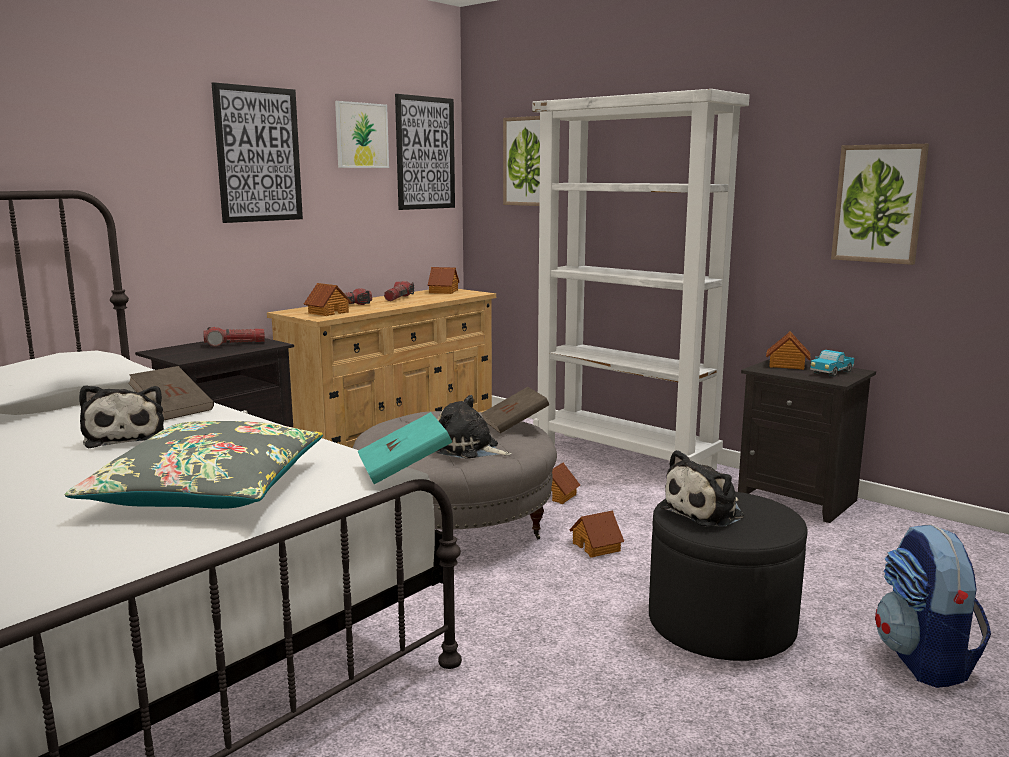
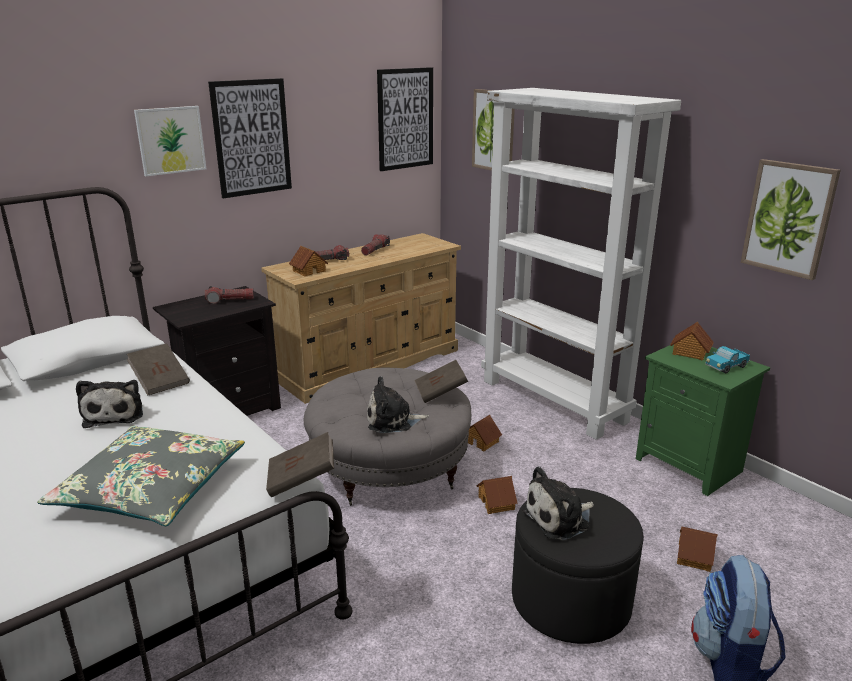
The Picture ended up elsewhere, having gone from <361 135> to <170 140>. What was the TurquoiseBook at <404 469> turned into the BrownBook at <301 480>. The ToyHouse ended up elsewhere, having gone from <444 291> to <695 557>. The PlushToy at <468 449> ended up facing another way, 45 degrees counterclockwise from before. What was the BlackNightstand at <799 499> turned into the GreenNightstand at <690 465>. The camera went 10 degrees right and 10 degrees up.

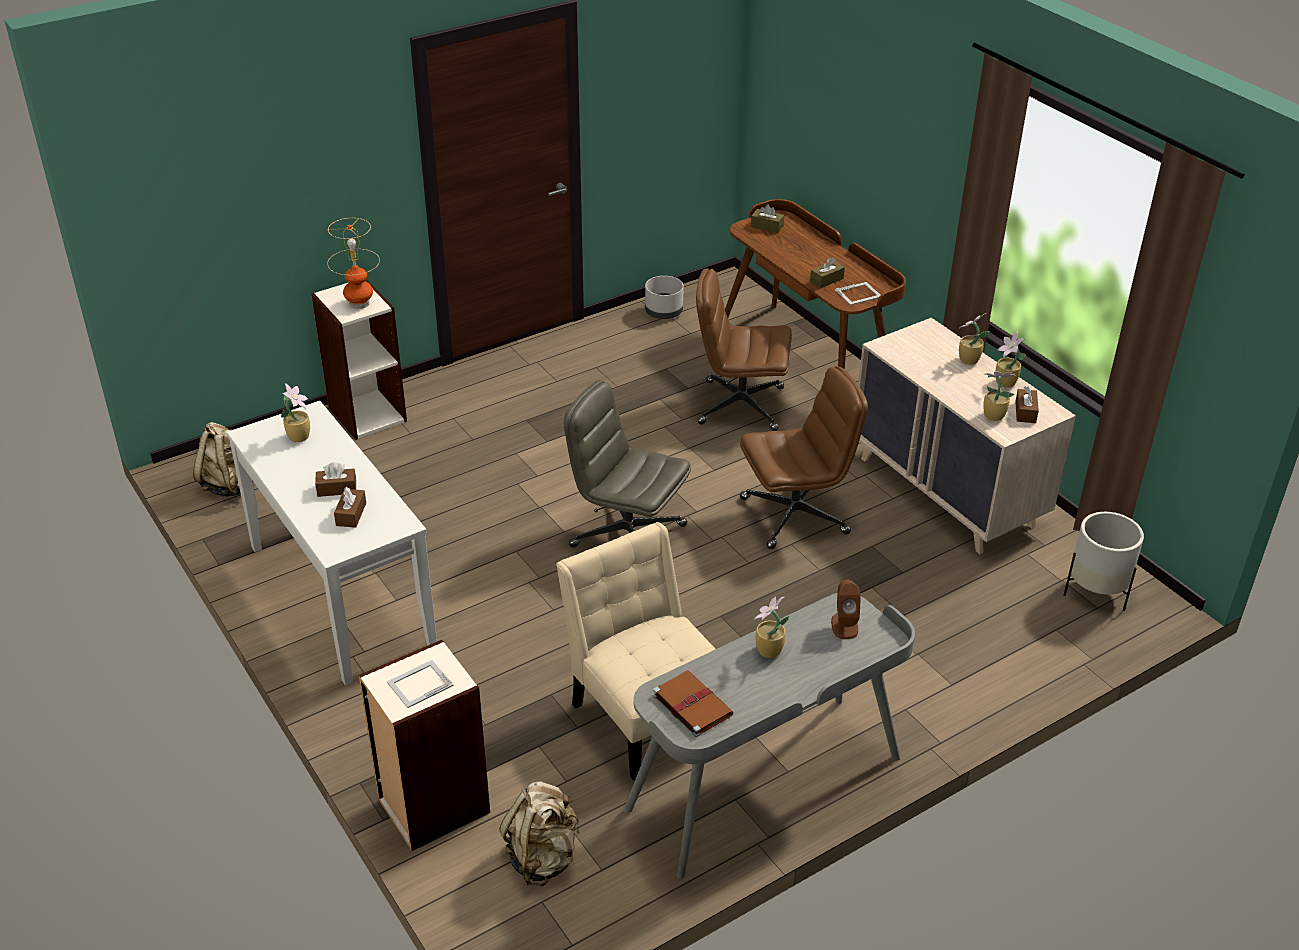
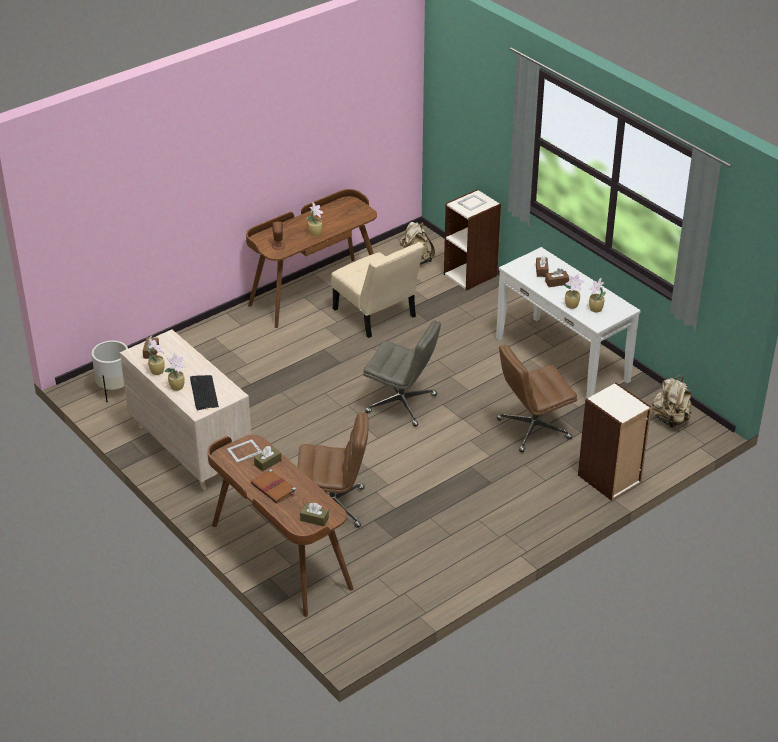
The second view lost the TableLamp at <359 303>. What was the GreyDesk at <766 785> turned into the BrownDesk at <314 291>. The second view lost the GreyPlanter at <664 312>. The BrownBook ended up elsewhere, having gone from <691 704> to <274 488>. The BrownOfficeChair ended up elsewhere, having gone from <795 515> to <533 429>. The PottedPlant ended up elsewhere, having gone from <992 415> to <572 305>. The second view gained the Keyboard at <203 393>. The camera went 175 degrees right and 0 degrees up.

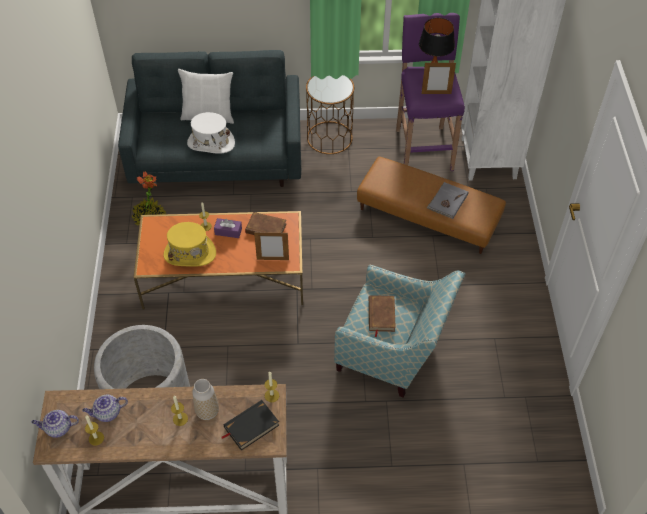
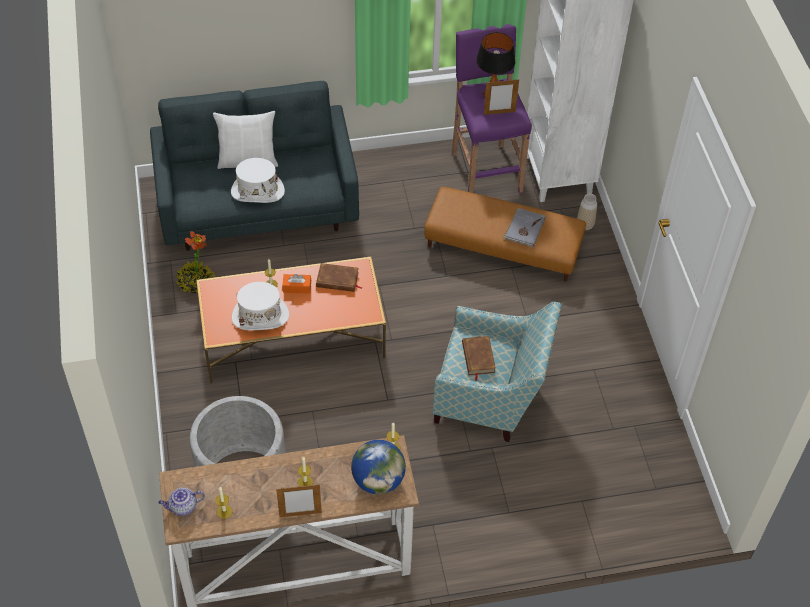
The second view lost the Teapot at <107 413>. What was the YellowHat at <190 253> turned into the WhiteHat at <260 316>. The Vase ended up elsewhere, having gone from <207 412> to <585 225>. What was the PurpleTissueBox at <228 231> turned into the OrangeTissueBox at <297 287>. Where the BlackBook stood at <251 426>, the Globe came to stand at <378 480>. The PictureFrame ended up elsewhere, having gone from <272 259> to <300 514>. The second view lost the BrownSideTable at <329 137>. The camera went 10 degrees left and 0 degrees up.

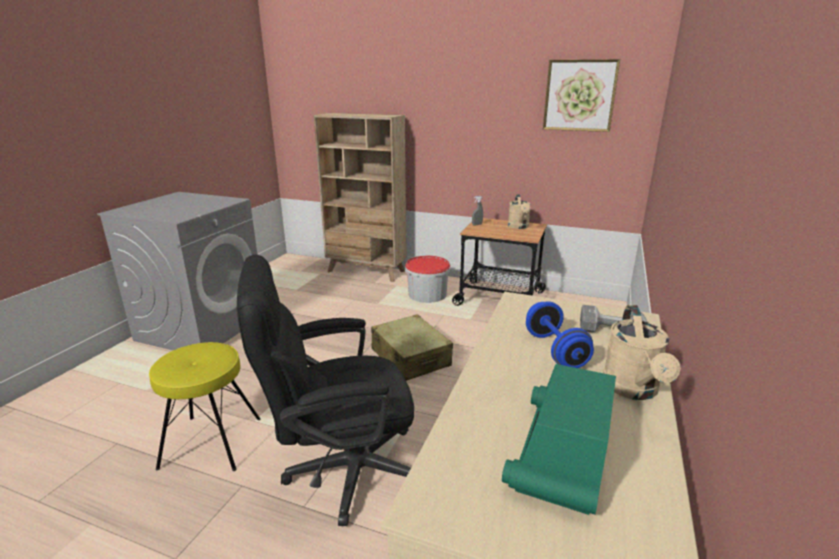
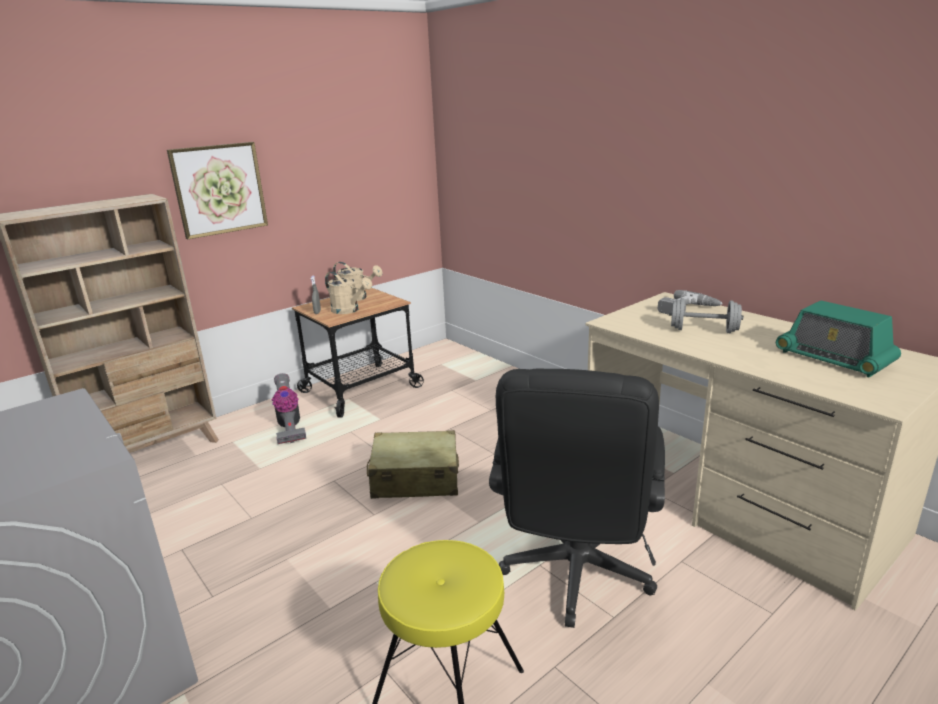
Where the Bucket stood at <427 294>, the VacuumCleaner came to stand at <289 427>. What was the BlueDumbbell at <555 350> turned into the GreyDumbbell at <703 330>. The Picture ended up elsewhere, having gone from <579 95> to <219 189>. The BeigeWateringCan ended up elsewhere, having gone from <633 390> to <349 310>. The camera went 60 degrees left and 0 degrees up.

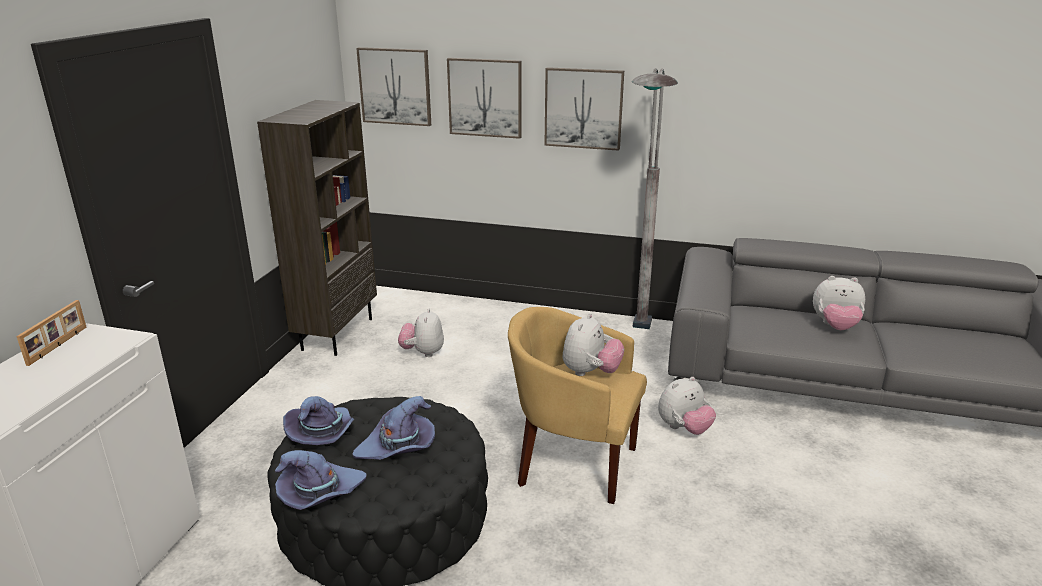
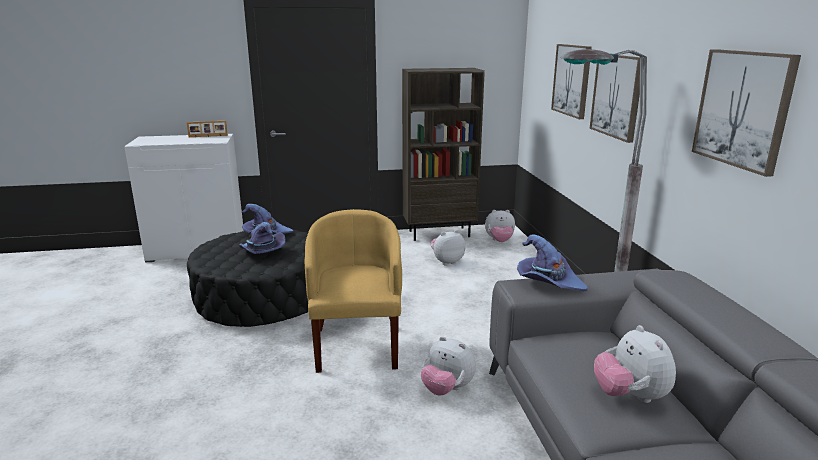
The PurpleHat ended up elsewhere, having gone from <319 493> to <548 281>. The Picture ended up elsewhere, having gone from <395 86> to <743 109>. The PlushToy ended up elsewhere, having gone from <590 372> to <499 241>. The camera went 65 degrees right and 5 degrees down.

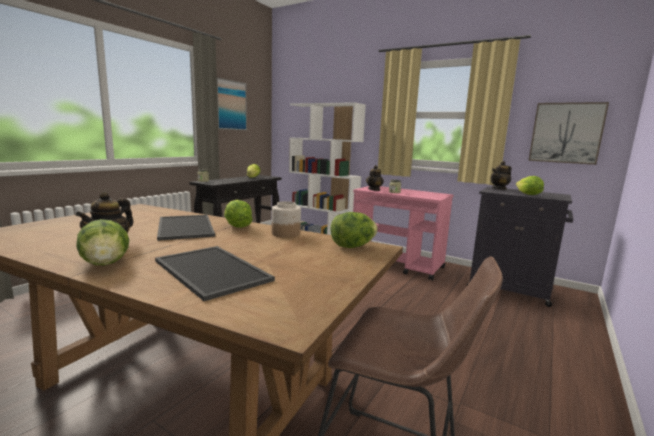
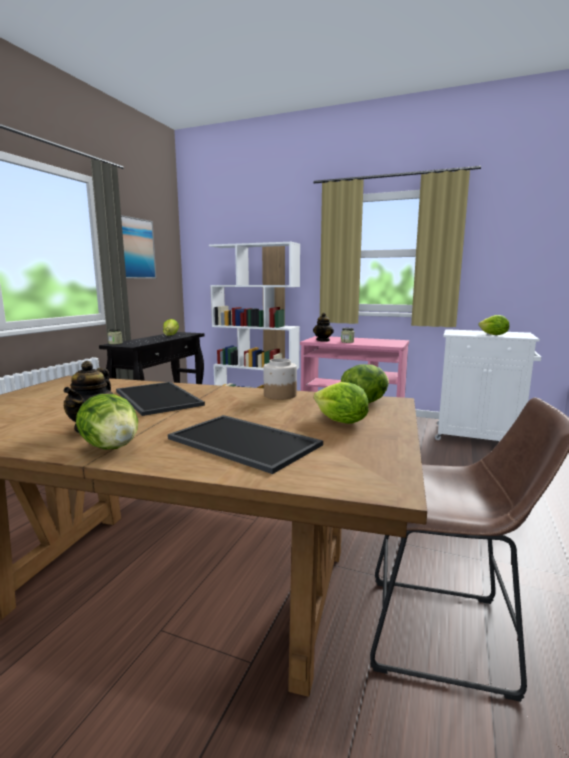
The Lettuce ended up elsewhere, having gone from <237 227> to <340 422>. What was the BlackCabinet at <511 289> turned into the WhiteCabinet at <479 437>. The second view lost the Teapot at <499 188>. The second view lost the Picture at <566 133>. The camera went 10 degrees left and 0 degrees up.

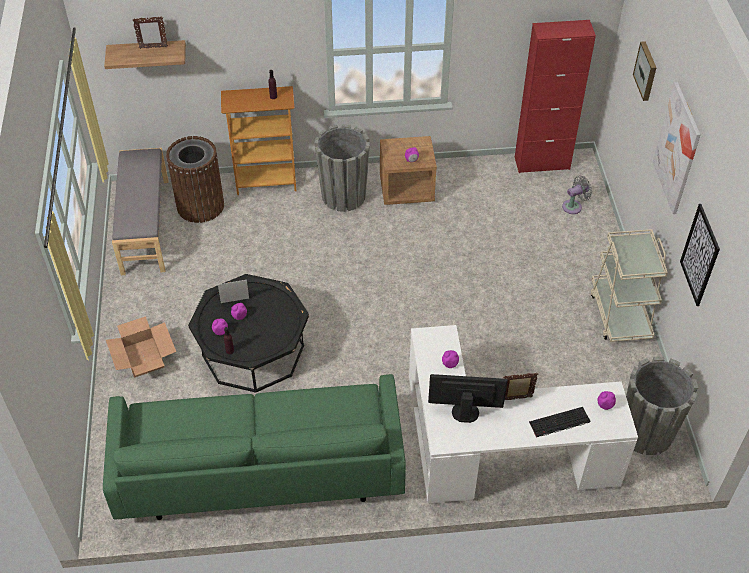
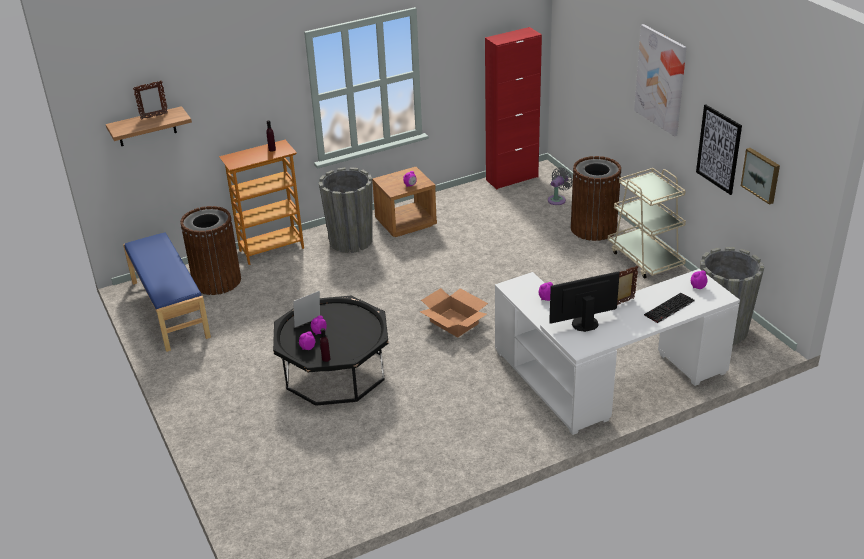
The second view lost the GreenSofa at <260 469>. The CardboardBox ended up elsewhere, having gone from <143 357> to <454 322>. What was the GreyBench at <144 226> turned into the BlueBench at <169 309>. The Picture ended up elsewhere, having gone from <646 71> to <761 175>. The second view gained the BrownTrashCan at <593 228>. The camera went 20 degrees left and 15 degrees down.

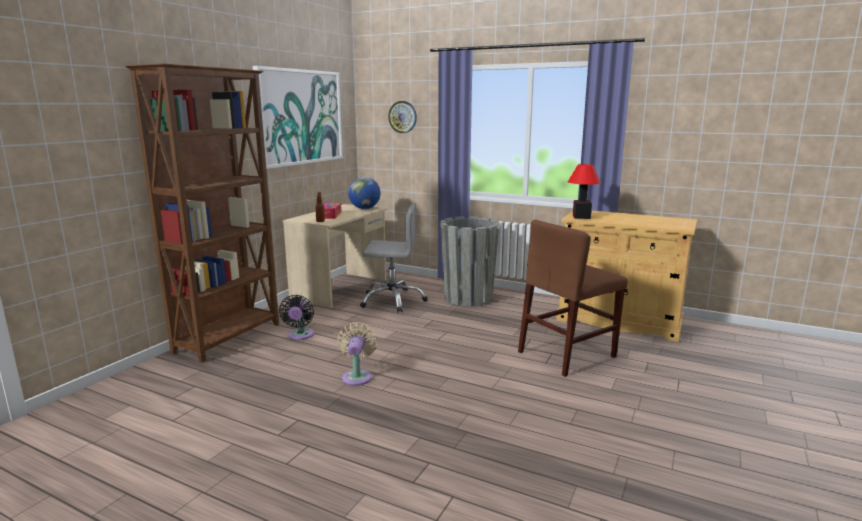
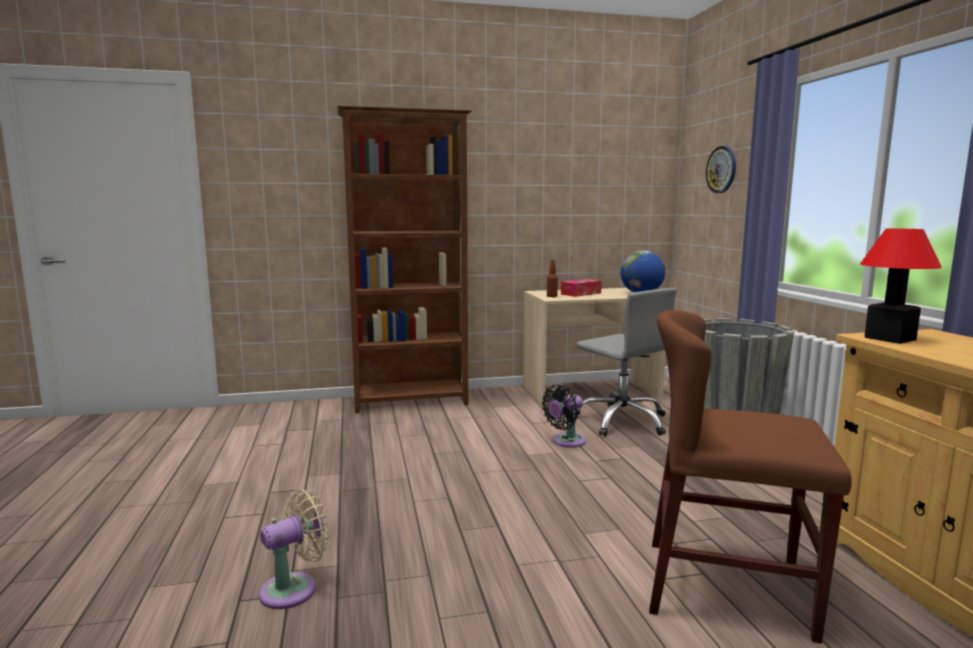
The second view lost the Picture at <300 117>. The BlackFan ended up elsewhere, having gone from <300 336> to <566 442>. The BeigeFan ended up elsewhere, having gone from <357 376> to <294 589>. The camera went 50 degrees right and 5 degrees down.

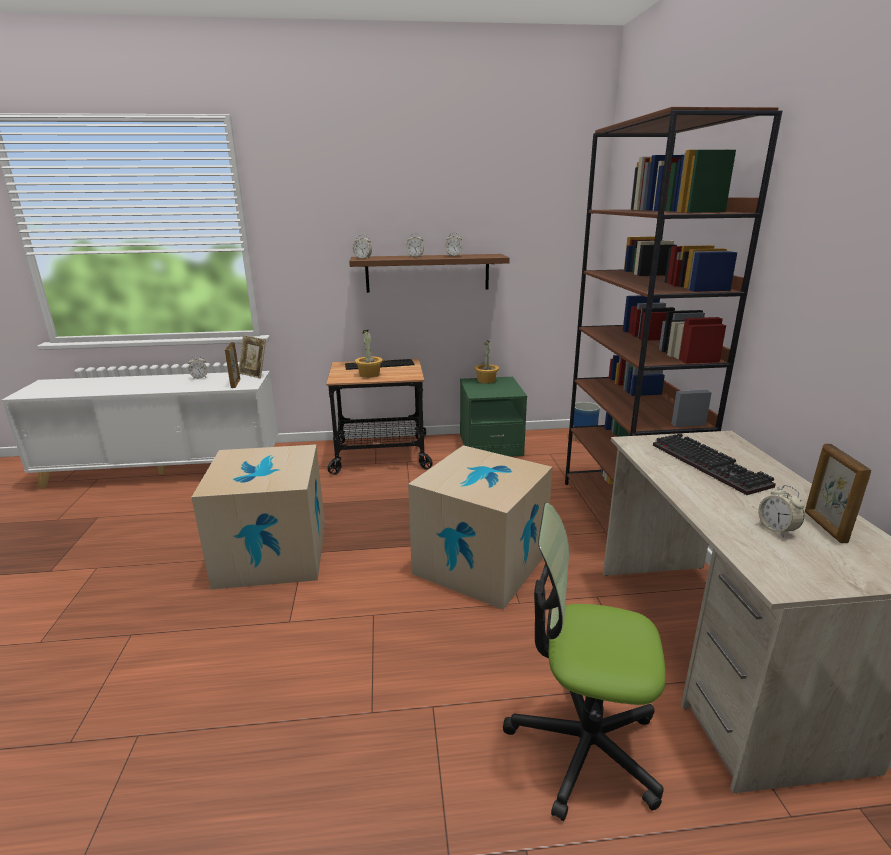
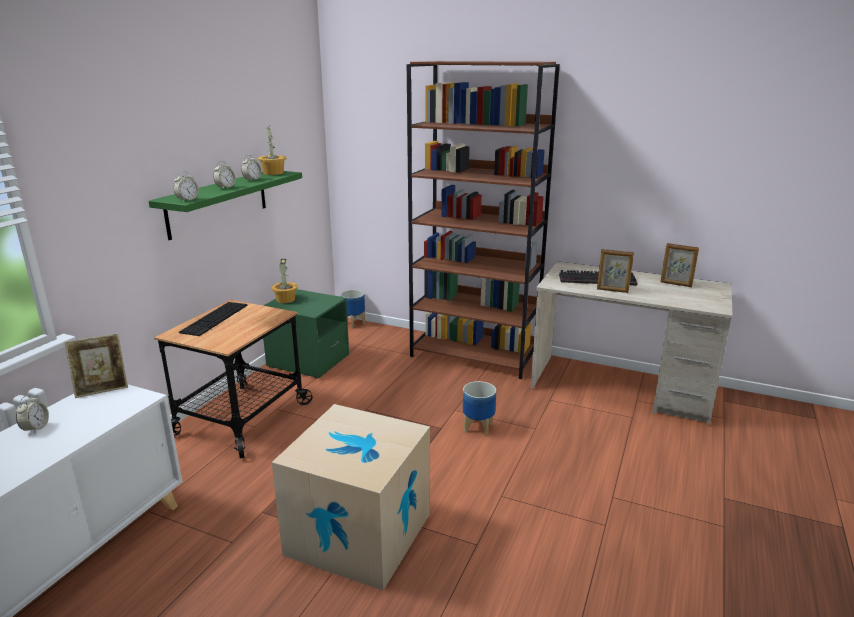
The PictureFrame ended up elsewhere, having gone from <235 383> to <612 290>. What was the BrownShelf at <427 273> turned into the GreenShelf at <218 203>. The PottedPlant ended up elsewhere, having gone from <369 374> to <274 173>. Where the CardboardBox stood at <480 563>, the Planter came to stand at <478 427>. The second view lost the OfficeChair at <583 745>. The second view lost the AlarmClock at <776 529>. The camera went 60 degrees left and 0 degrees up.

